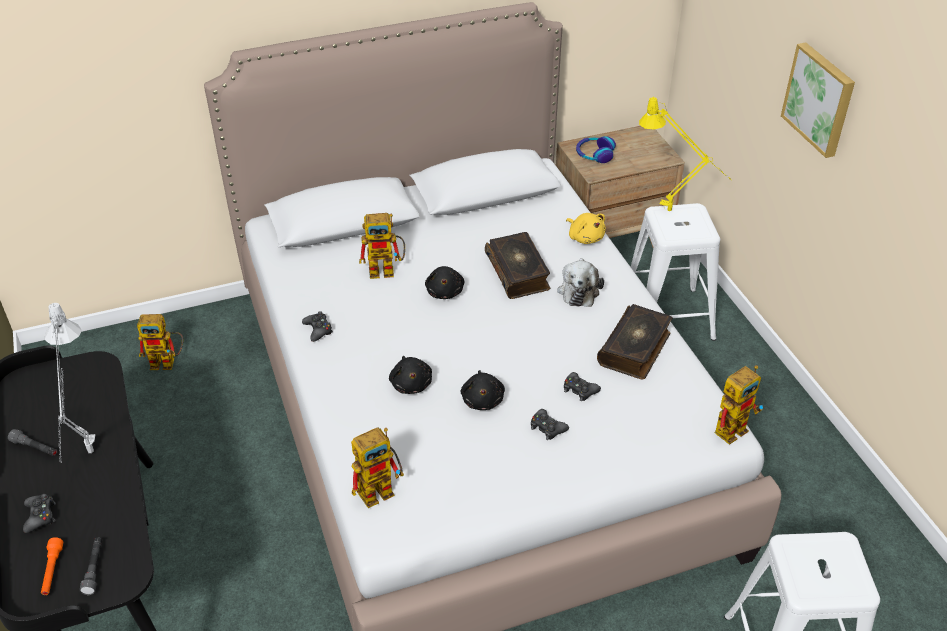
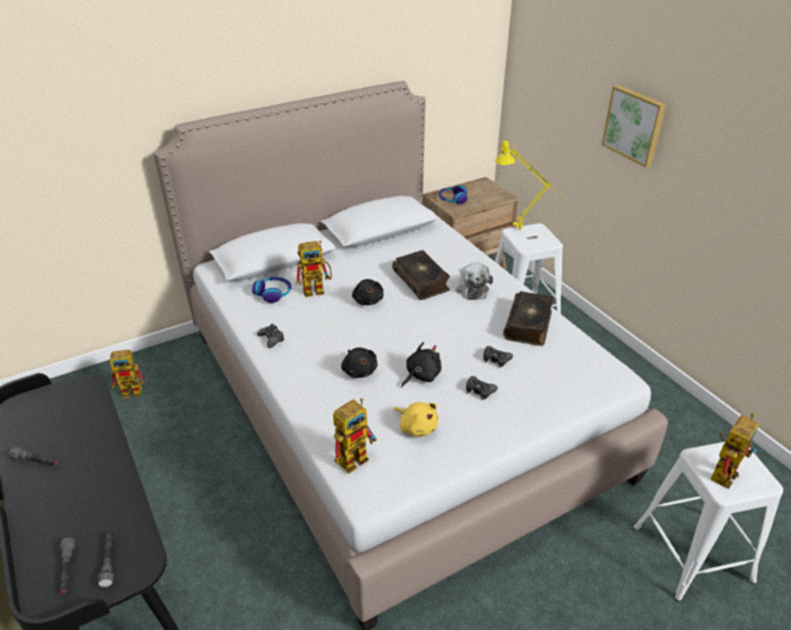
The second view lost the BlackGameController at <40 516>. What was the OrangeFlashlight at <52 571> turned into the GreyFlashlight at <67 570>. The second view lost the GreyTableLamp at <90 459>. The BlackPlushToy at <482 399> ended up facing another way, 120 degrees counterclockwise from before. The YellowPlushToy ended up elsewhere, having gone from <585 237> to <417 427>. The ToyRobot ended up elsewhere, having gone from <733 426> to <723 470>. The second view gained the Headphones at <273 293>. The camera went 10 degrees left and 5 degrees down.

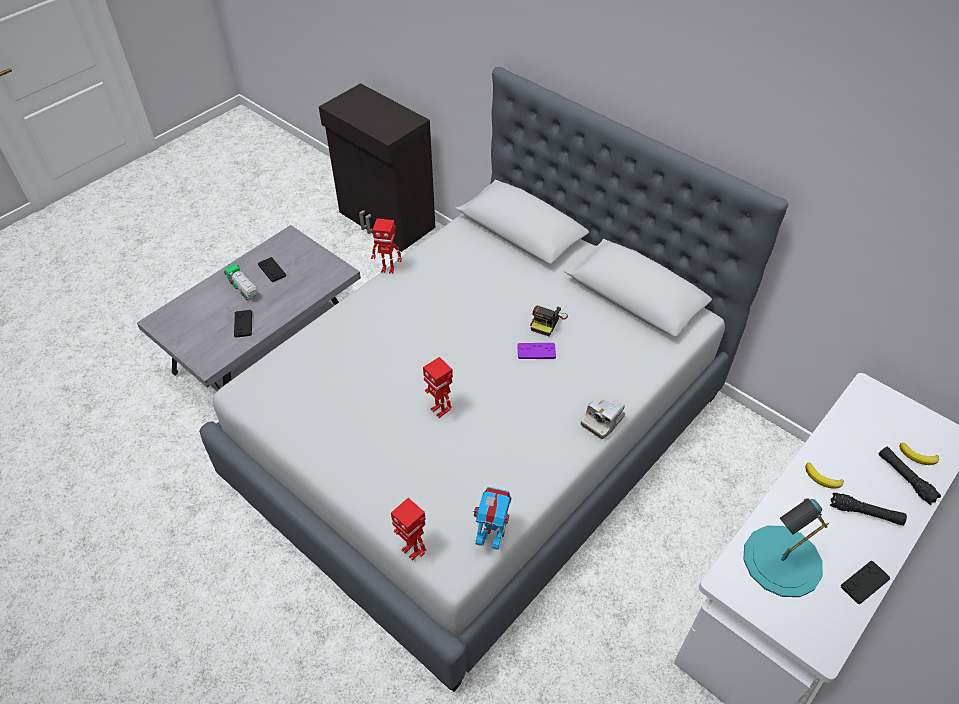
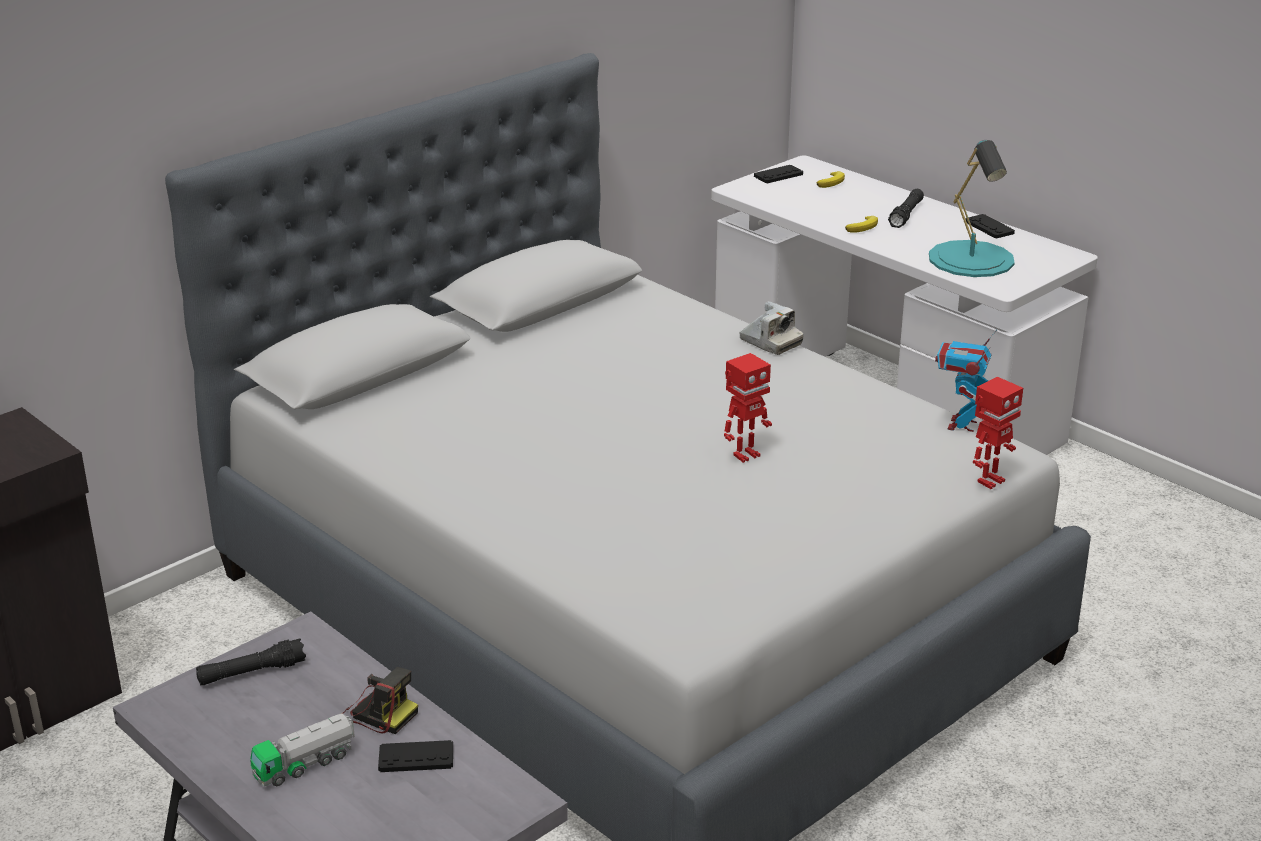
The BlackGameController ended up elsewhere, having gone from <272 270> to <778 175>. The second view lost the ToyRobot at <388 269>. The second view lost the PurpleGameController at <536 351>. The PhotoCamera ended up elsewhere, having gone from <547 321> to <378 712>. The BlackFlashlight ended up elsewhere, having gone from <905 478> to <252 672>. The camera went 85 degrees left and 20 degrees down.

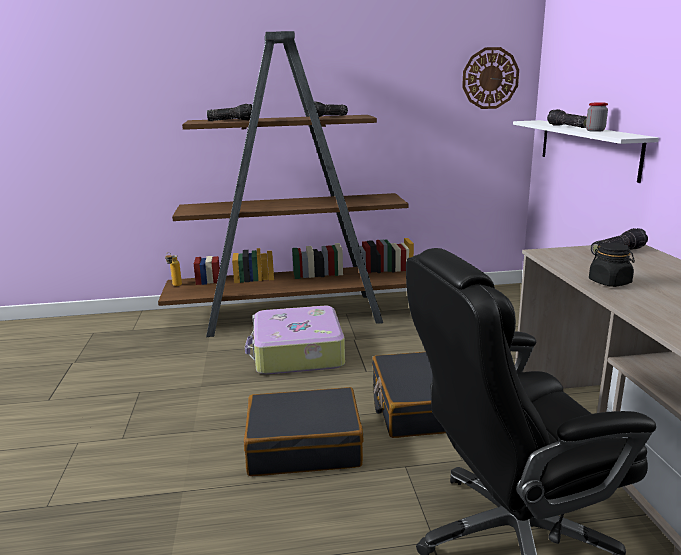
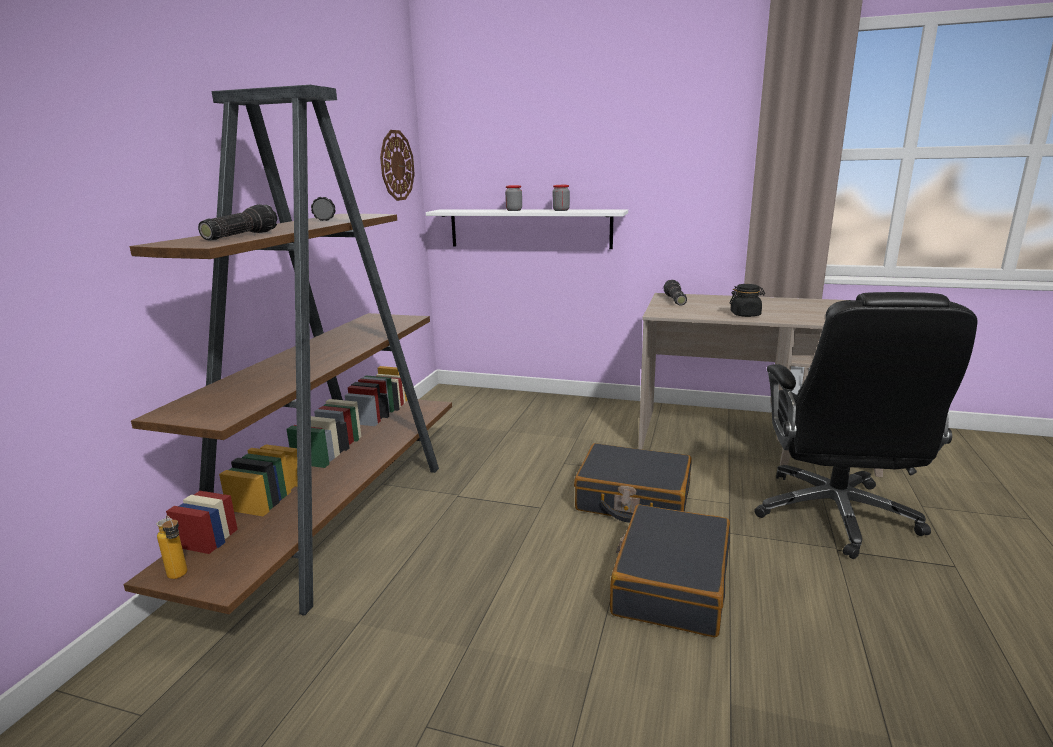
The second view lost the Suitcase at <297 353>. Where the Flashlight stood at <567 126>, the Jar came to stand at <514 210>. The camera went 65 degrees left and 0 degrees up.

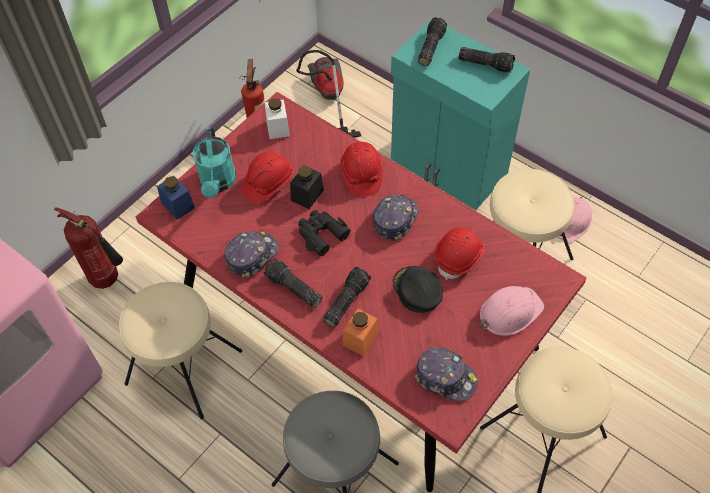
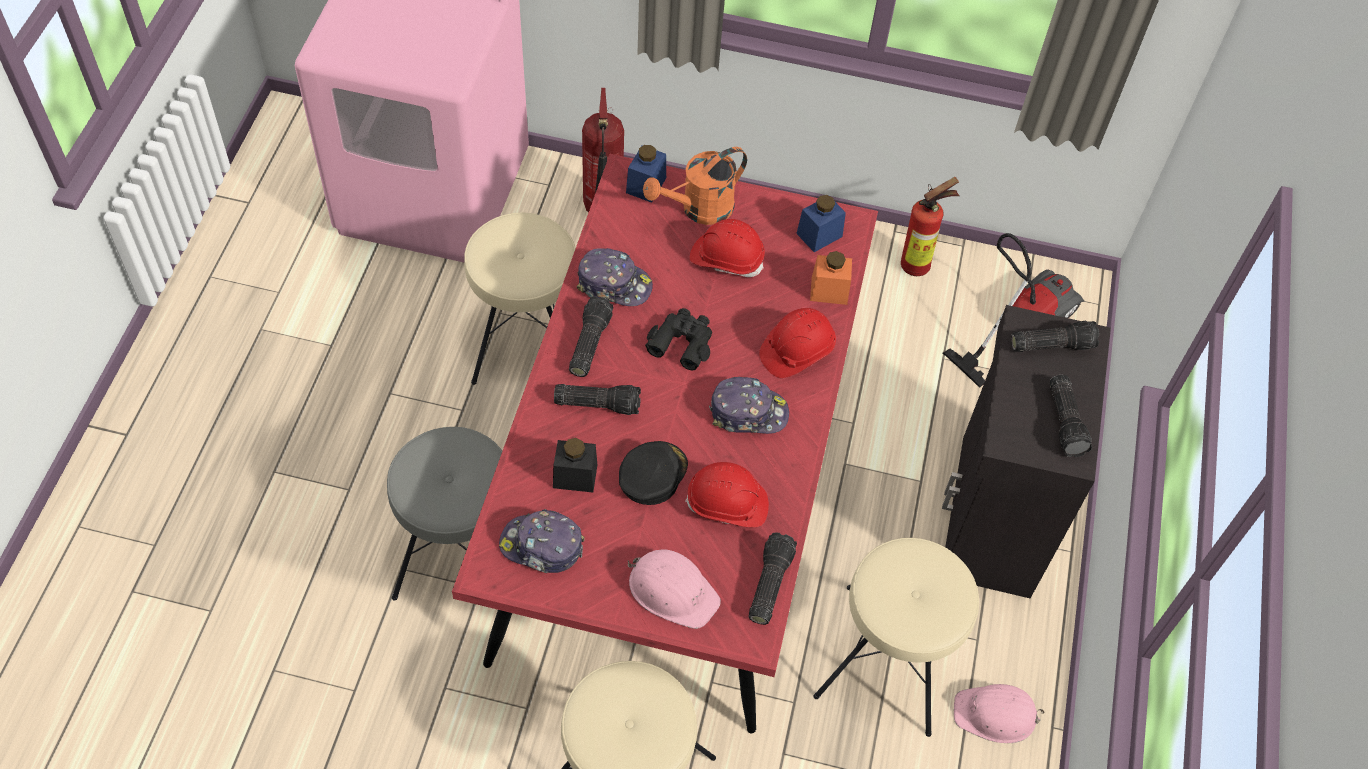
What was the TurquoiseWateringCan at <218 183> turned into the OrangeWateringCan at <699 210>. What was the WhiteJar at <278 128> turned into the BlueJar at <819 235>. The BlackJar ended up elsewhere, having gone from <307 195> to <575 476>. The OrangeJar ended up elsewhere, having gone from <360 339> to <829 291>. What was the TurquoiseCabinet at <448 167> turned into the BlackCabinet at <992 516>. The Cap at <445 377> ended up facing another way, 105 degrees clockwise from before. The second view gained the Flashlight at <768 583>. The camera went 60 degrees right and 0 degrees up.

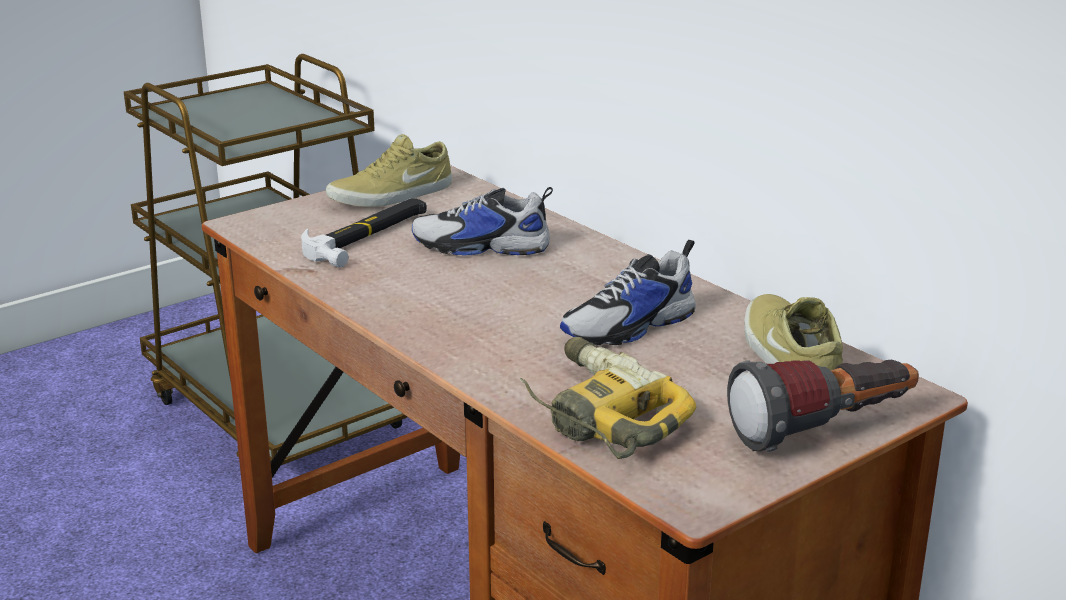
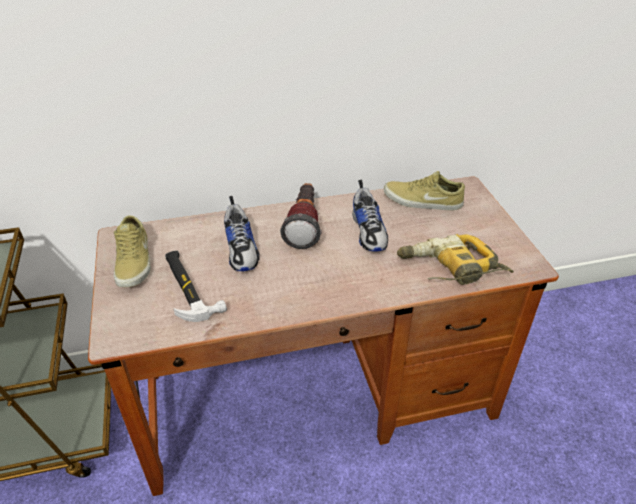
The Shoe at <481 247> ended up facing another way, 45 degrees counterclockwise from before. The Flashlight ended up elsewhere, having gone from <824 431> to <304 225>. The camera went 65 degrees left and 15 degrees up.

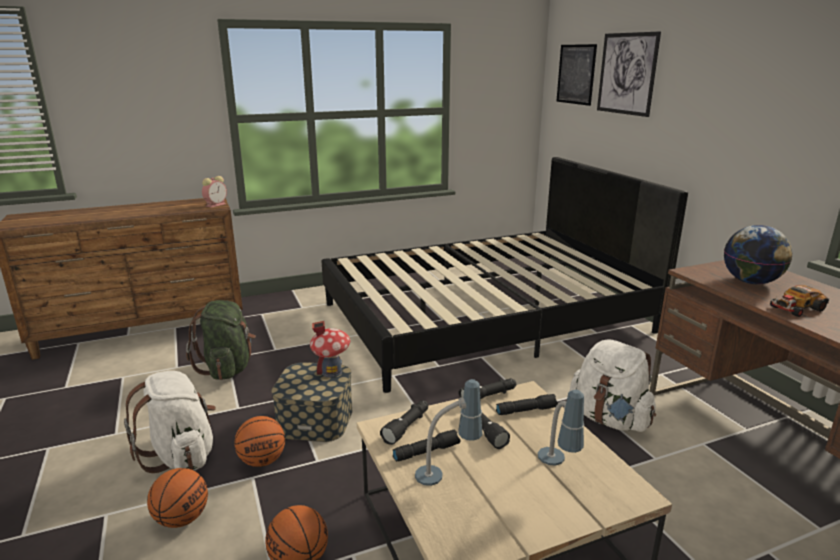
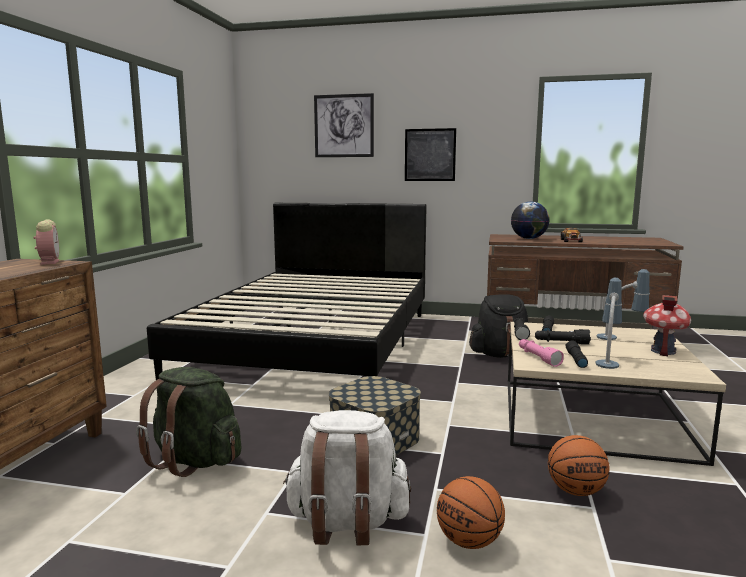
The second view lost the Basketball at <262 461>. The ToyHouse ended up elsewhere, having gone from <331 371> to <663 351>. What was the BlackFlashlight at <407 427> turned into the PinkFlashlight at <538 358>. The Picture ended up elsewhere, having gone from <576 74> to <430 155>. What was the WhiteBackpack at <609 419> turned into the BlackBackpack at <500 354>. The camera went 55 degrees left and 10 degrees down.

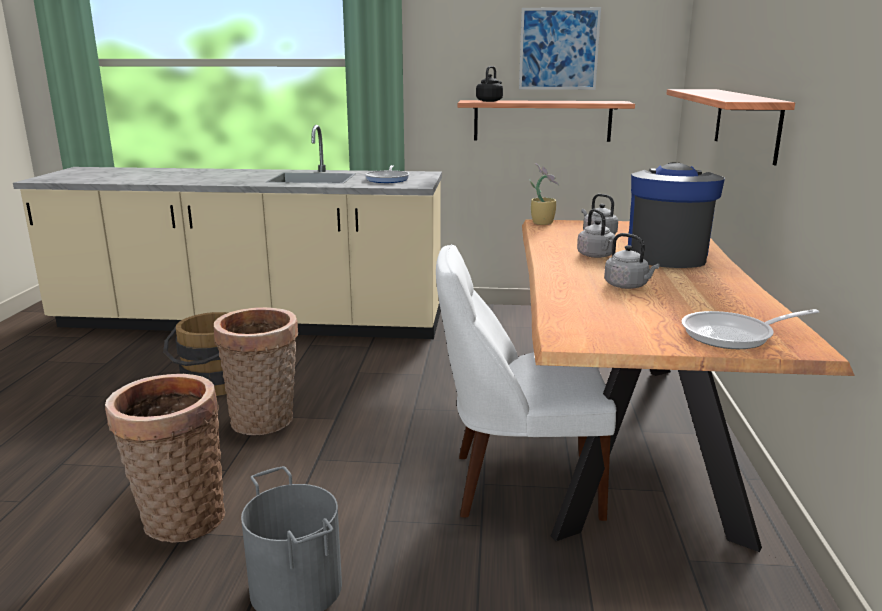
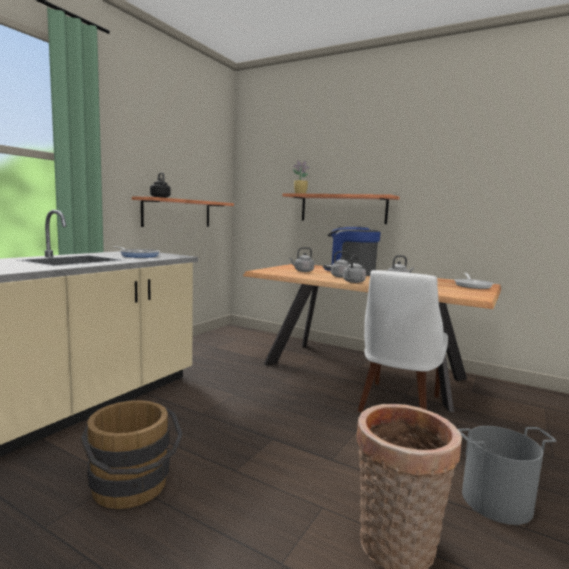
The second view lost the Basket at <264 422>. The second view lost the Picture at <559 49>. The PottedPlant ended up elsewhere, having gone from <542 223> to <299 194>. The second view gained the GreyKettle at <353 282>. The camera went 65 degrees left and 10 degrees down.

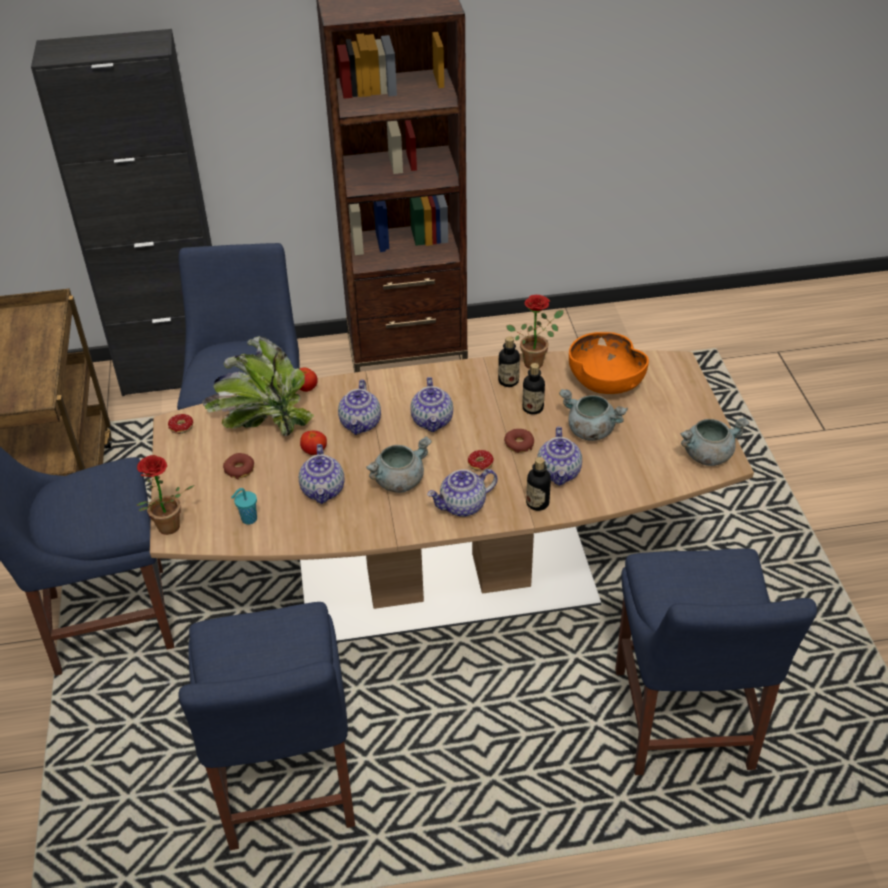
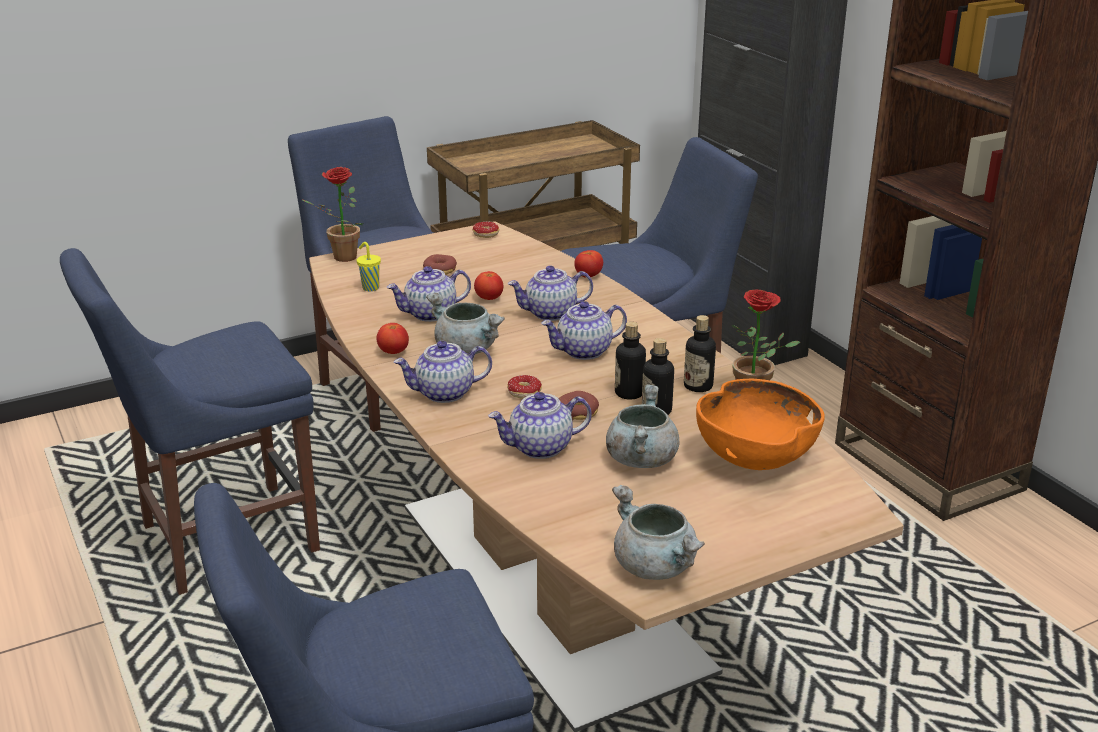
The second view lost the PottedPlant at <262 421>. What was the TurquoiseCup at <248 519> turned into the YellowCup at <370 288>. The Teapot at <462 506> ended up facing another way, 60 degrees counterclockwise from before. The Bottle ended up elsewhere, having gone from <537 503> to <629 393>. The second view gained the Tomato at <393 352>. The camera went 70 degrees right and 15 degrees down.

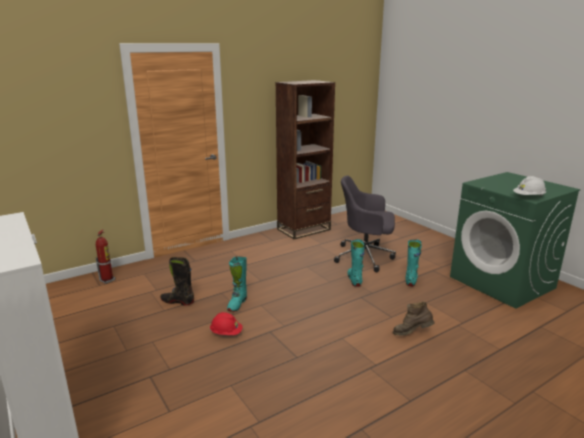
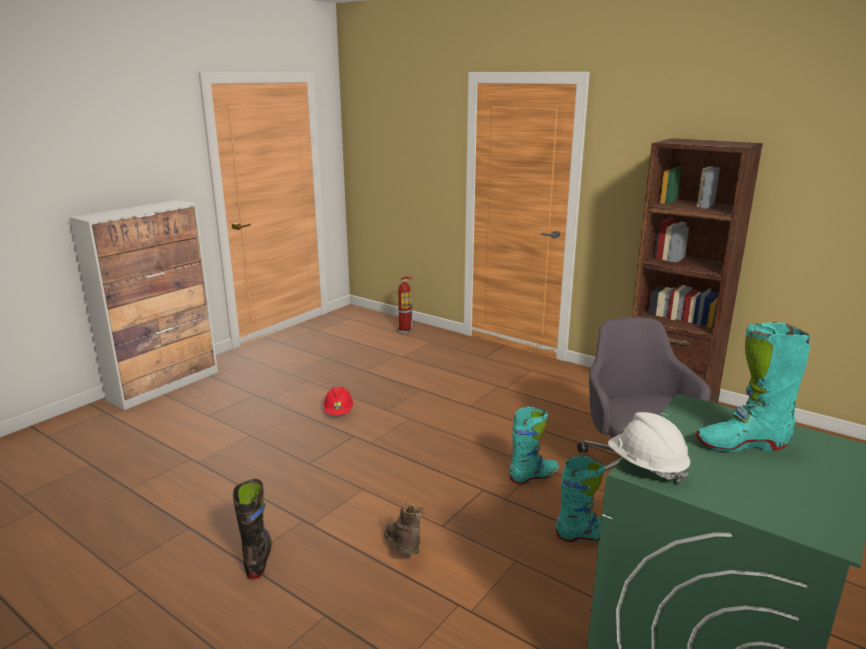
The BlackBoot ended up elsewhere, having gone from <177 301> to <258 558>. The TurquoiseBoot ended up elsewhere, having gone from <237 304> to <741 444>. The camera went 70 degrees right and 0 degrees up.

